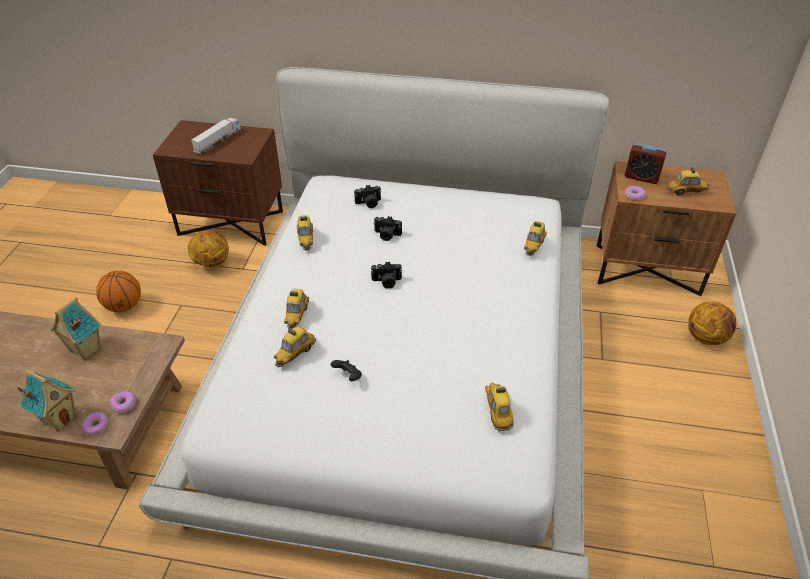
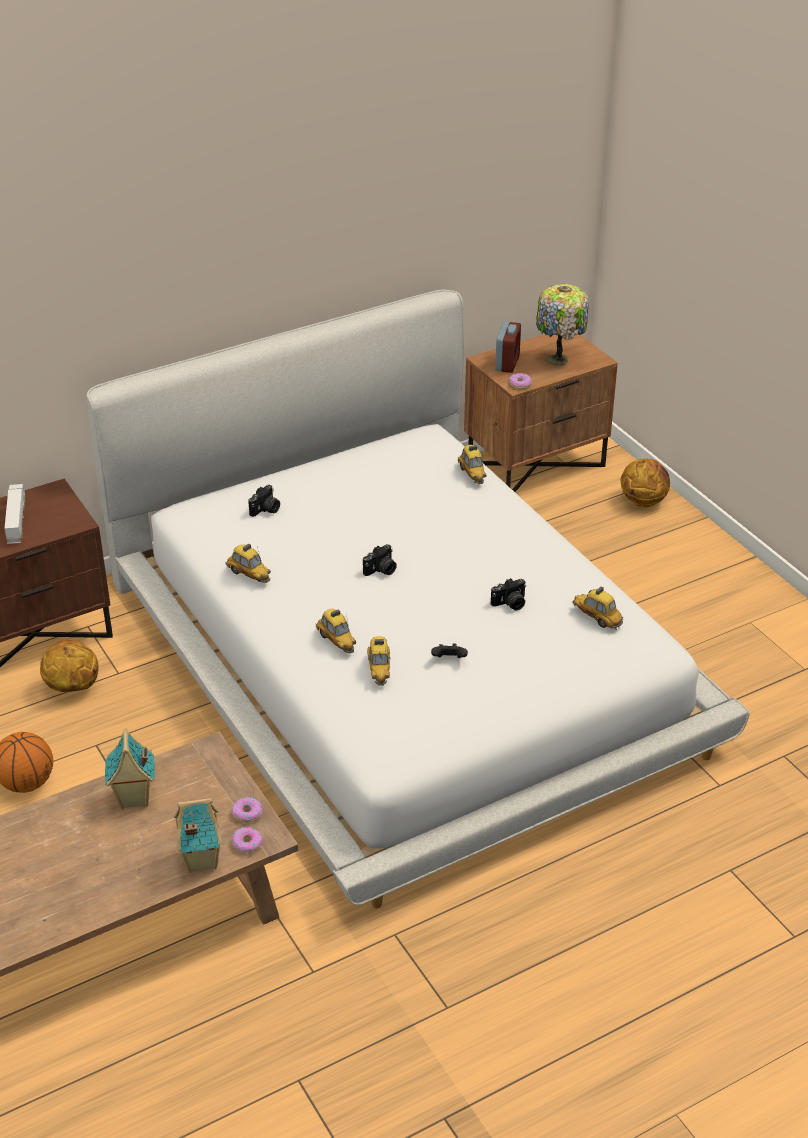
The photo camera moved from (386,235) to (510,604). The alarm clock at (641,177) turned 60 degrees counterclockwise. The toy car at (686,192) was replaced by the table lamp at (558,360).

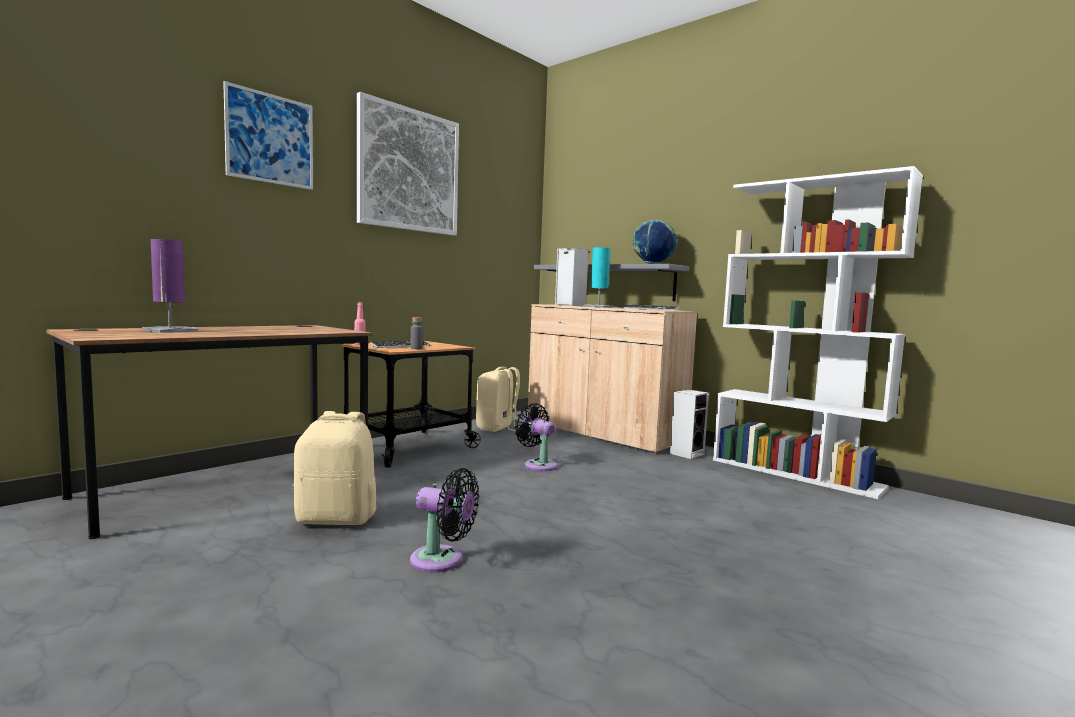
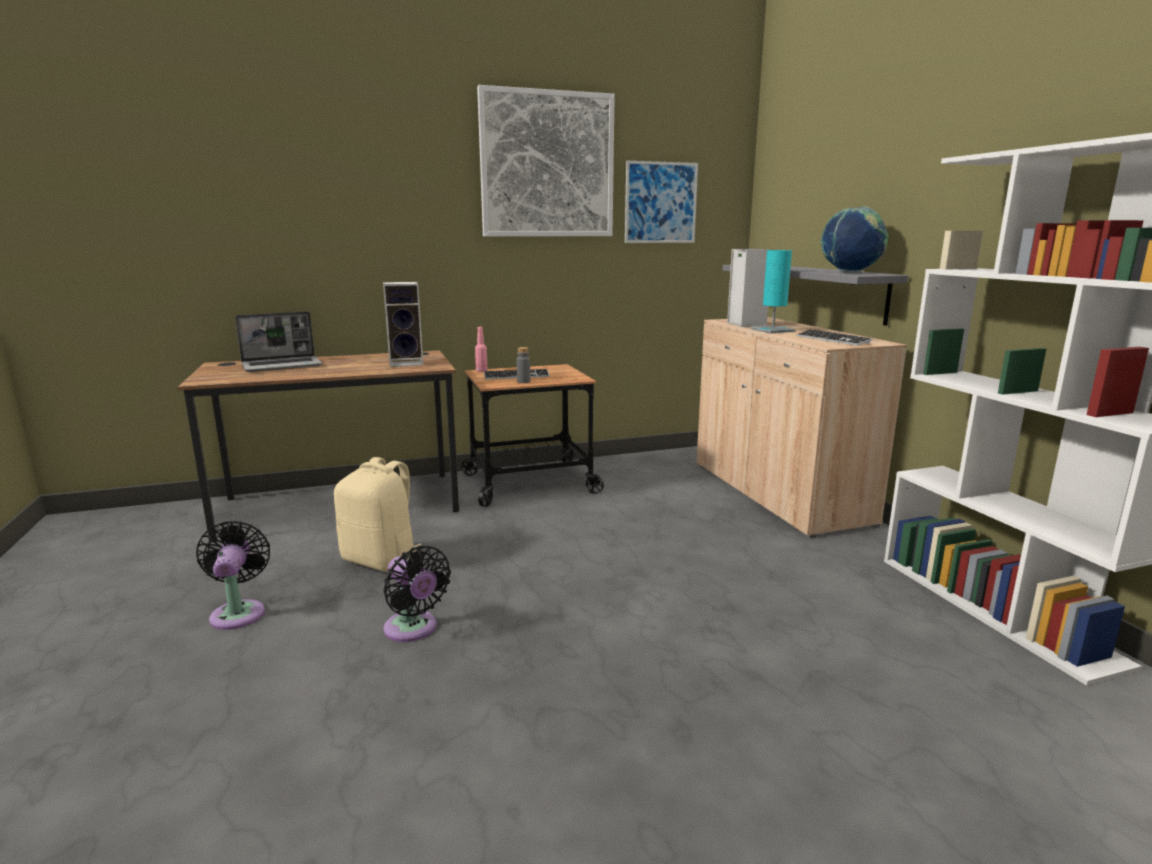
The black fan moved from (538,465) to (239,612). The purple table lamp at (170,330) was replaced by the laptop at (283,365). The speaker moved from (687,453) to (407,363). The picture moved from (270,139) to (661,203). The beige backpack at (497,428) disappeared.

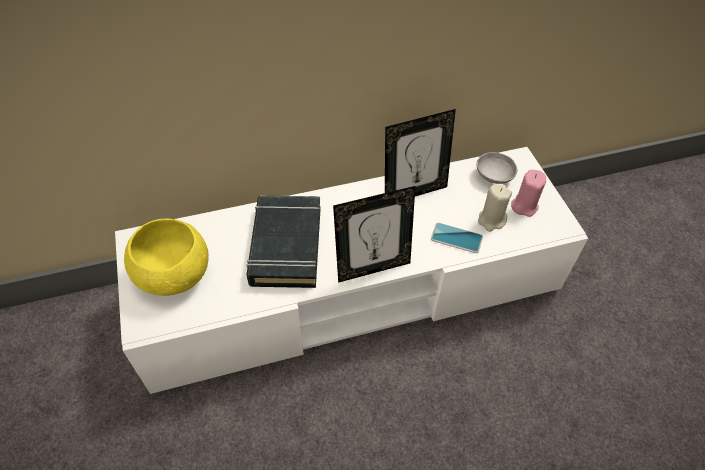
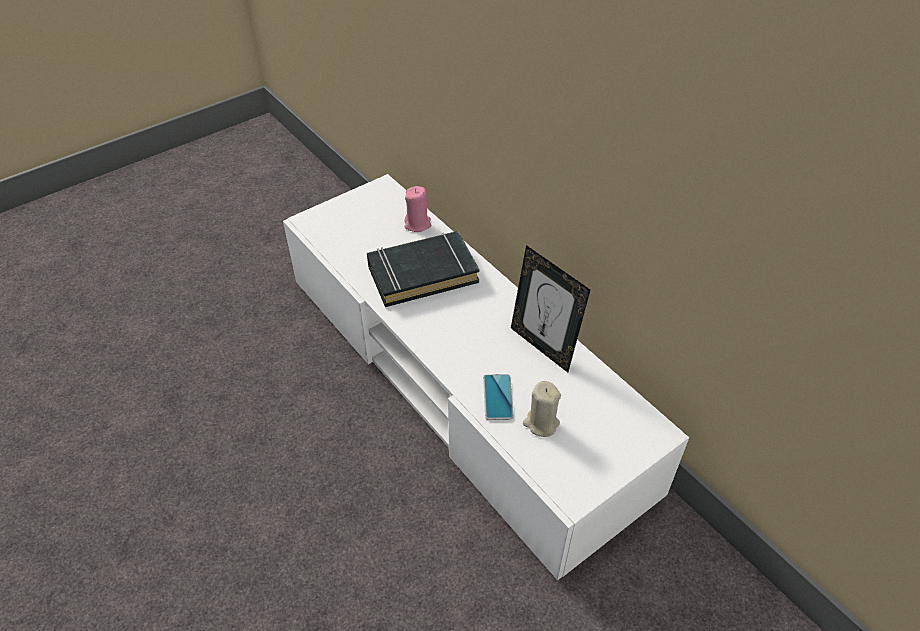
The pink candle moved from (524,206) to (417,224). The yellow bowl at (174,273) disappeared. The picture frame at (372,267) disappeared. The grey bowl at (494,176) disappeared.

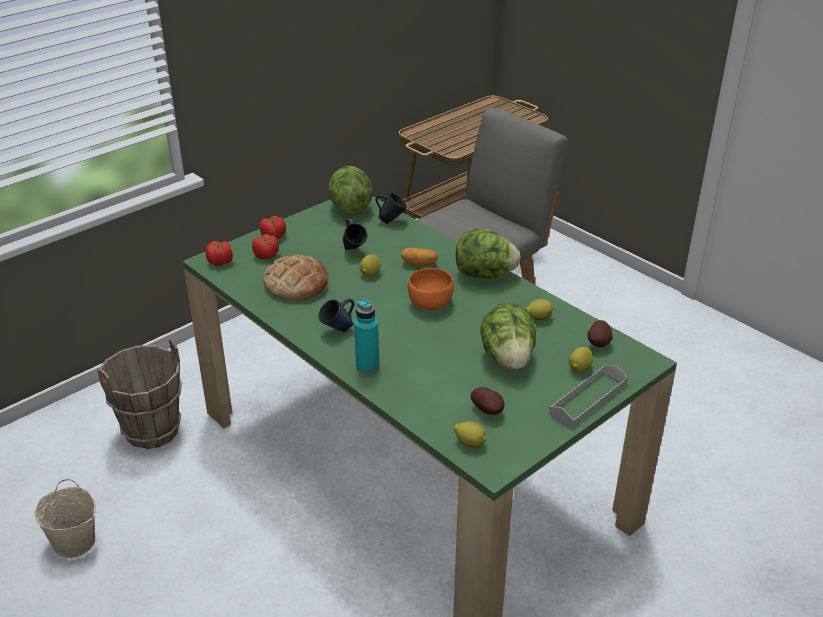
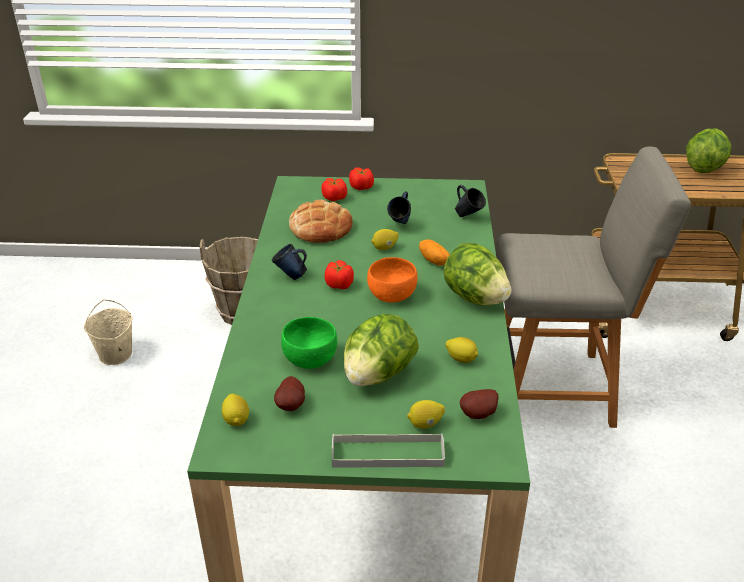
The green bowl at (309,358) appeared. The tomato moved from (220,262) to (339,285). The lettuce moved from (349,208) to (703,168). The turquoise bottle at (367,367) disappeared.

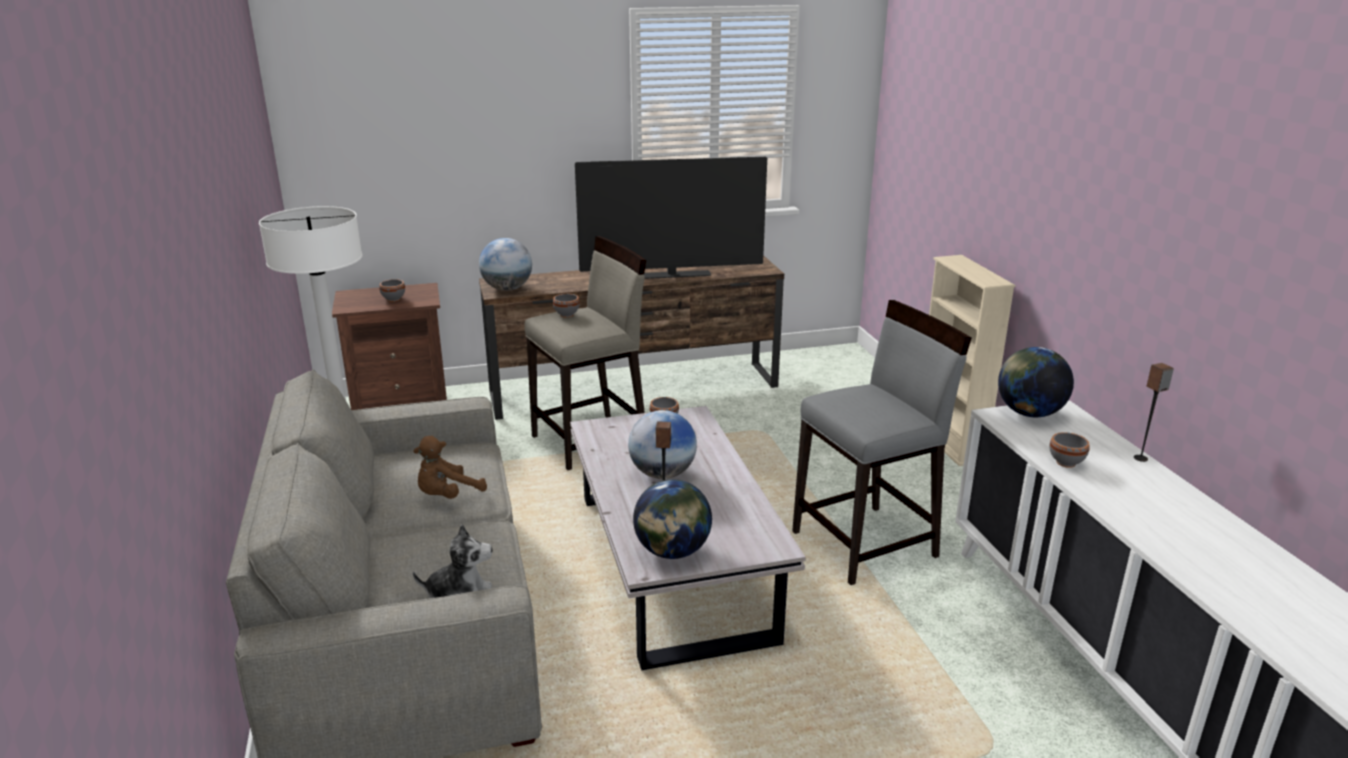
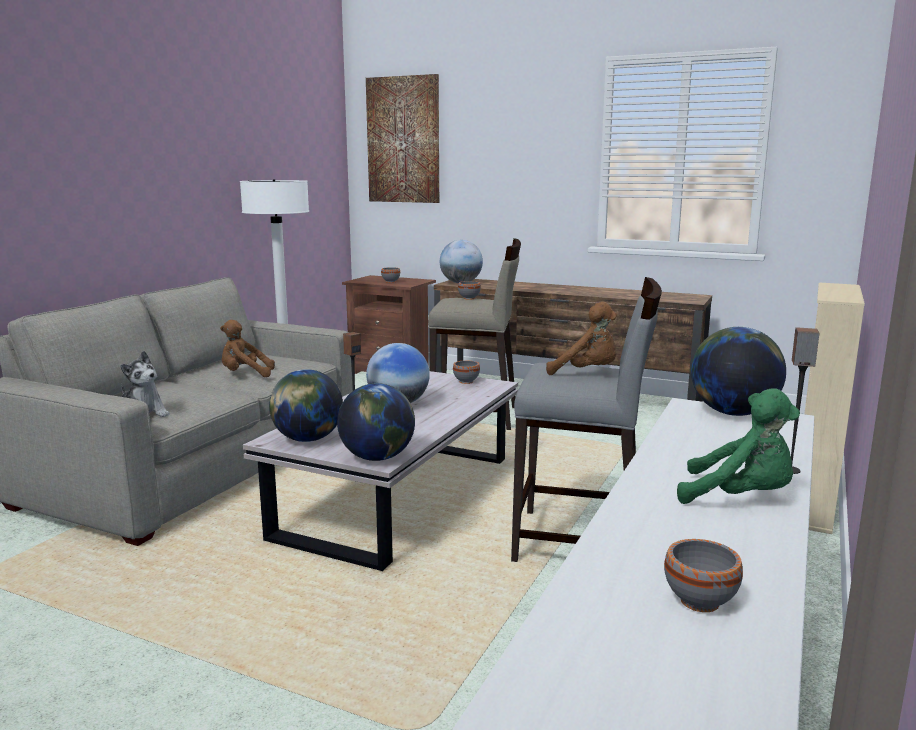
The globe at (377,457) appeared. The picture at (403,140) appeared. The brown plush toy at (586,373) appeared. The grey bowl moved from (1064,462) to (697,600). The green plush toy at (739,498) appeared. The television at (671,275) disappeared.

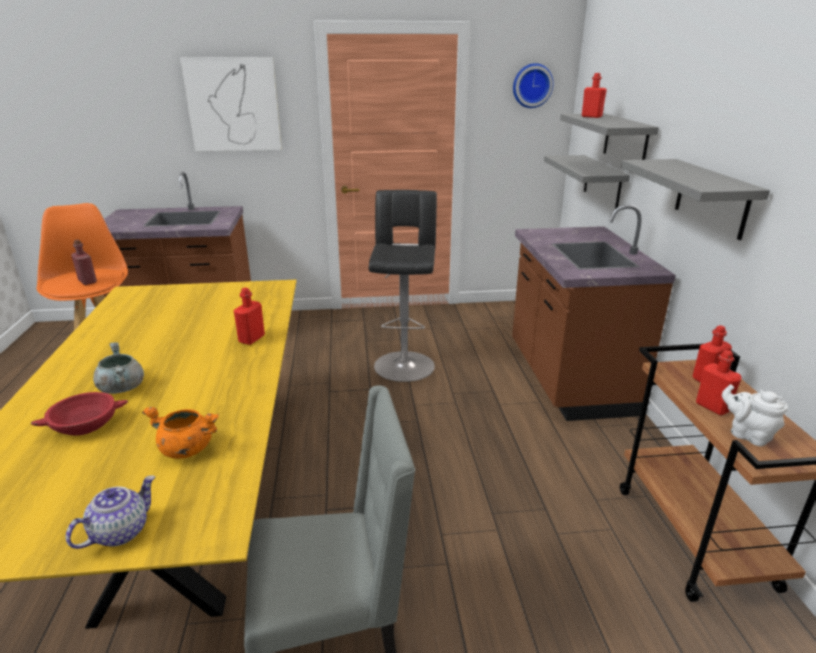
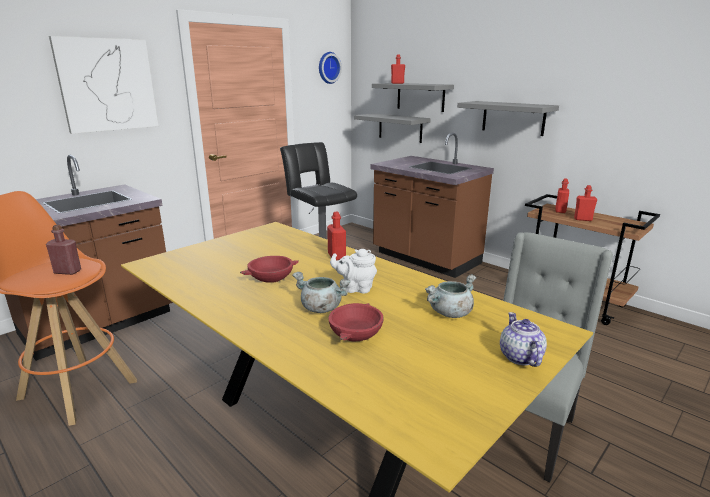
The red bowl at (271,277) appeared. The white teapot moved from (747,434) to (355,288). The orange cooking pot at (186,449) became the grey cooking pot at (450,313).

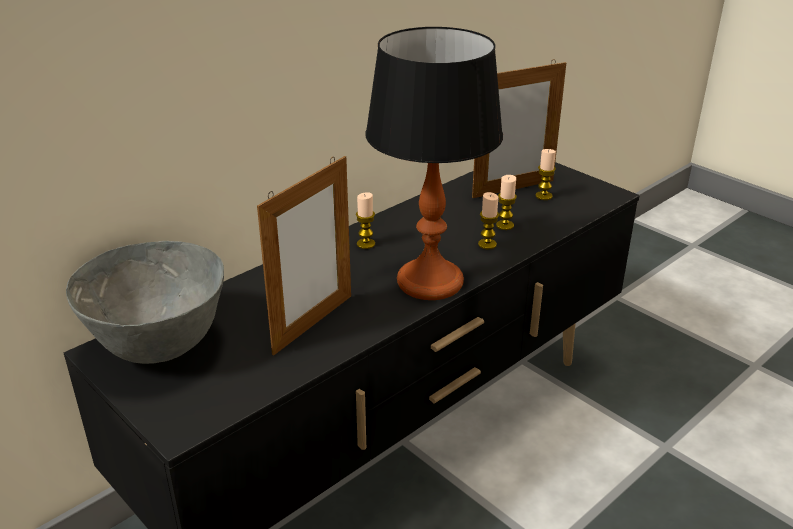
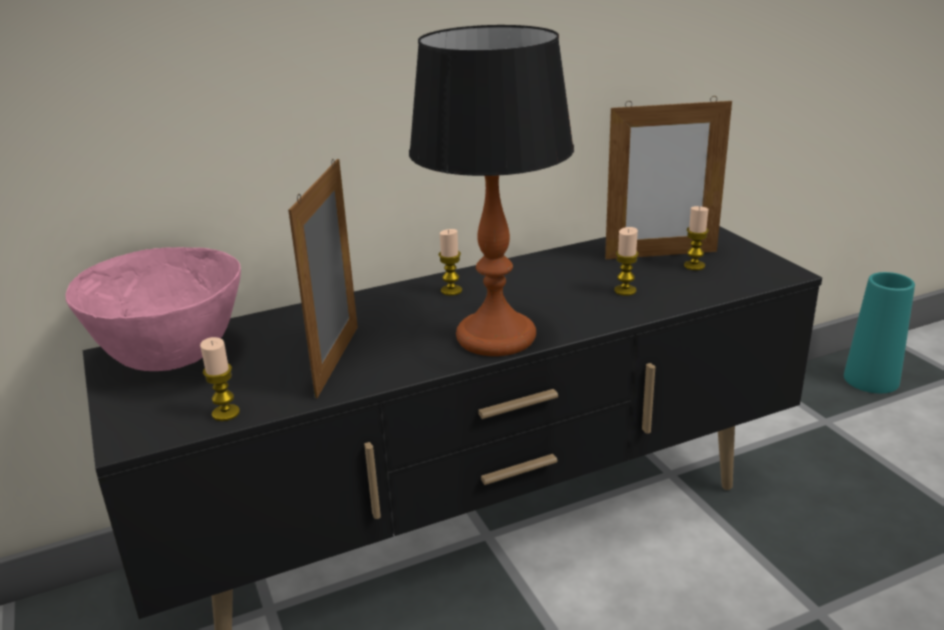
The grey bowl at (159,346) became the pink bowl at (171,358). The candle moved from (487,244) to (226,413). The picture frame at (313,324) turned 135 degrees clockwise. The turquoise vase at (871,379) appeared.

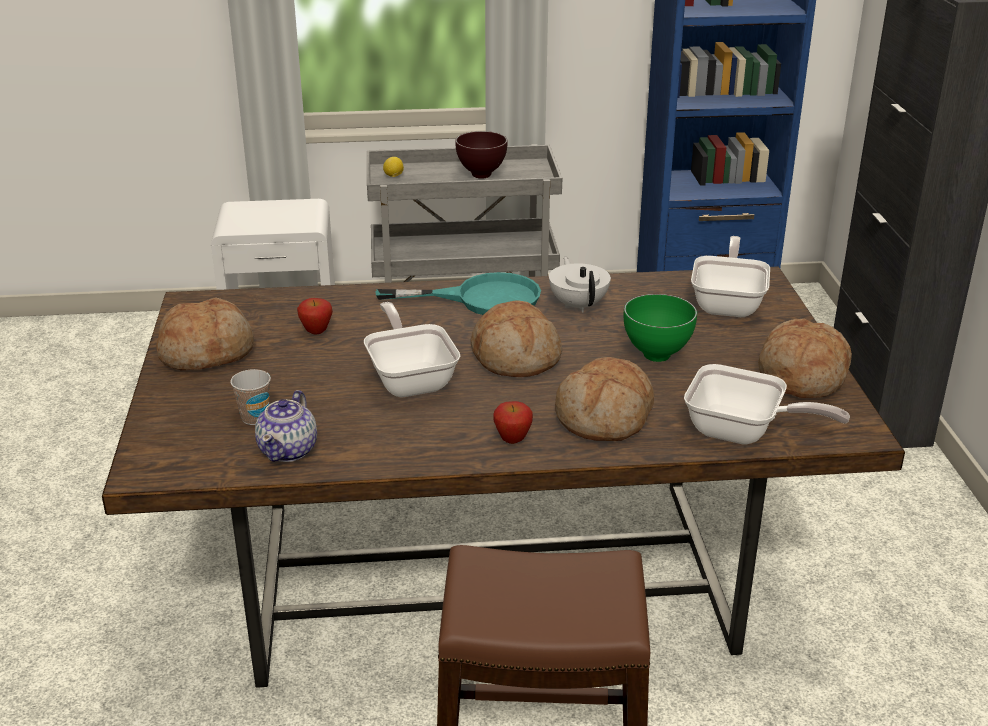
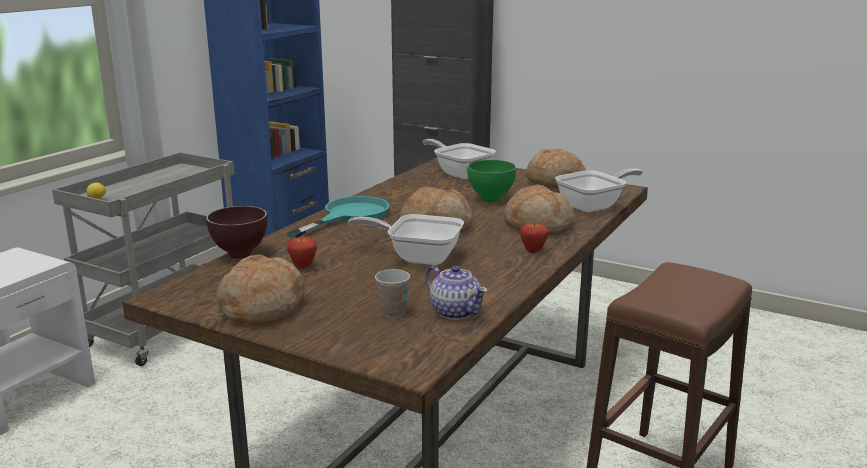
The brown bowl moved from (482,175) to (240,254). The white teapot at (578,305) disappeared.

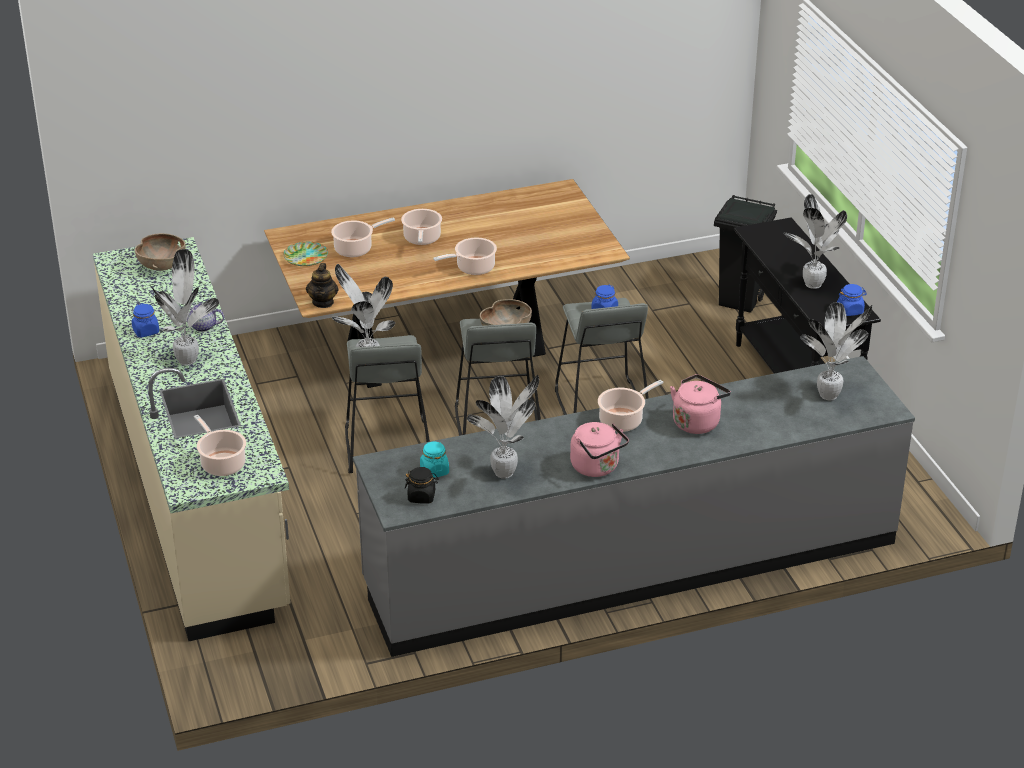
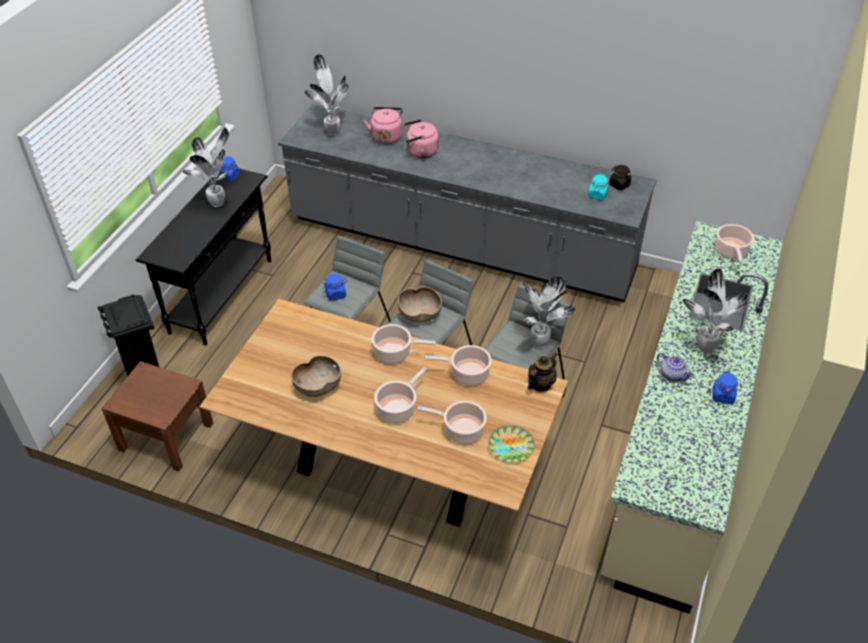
The brown nightstand at (166,436) appeared. The brown bowl moved from (161,265) to (318,387). The pink kettle moved from (597,468) to (386,136). The cooking pot moved from (623,420) to (467,374). The potted plant at (506,473) disappeared.

